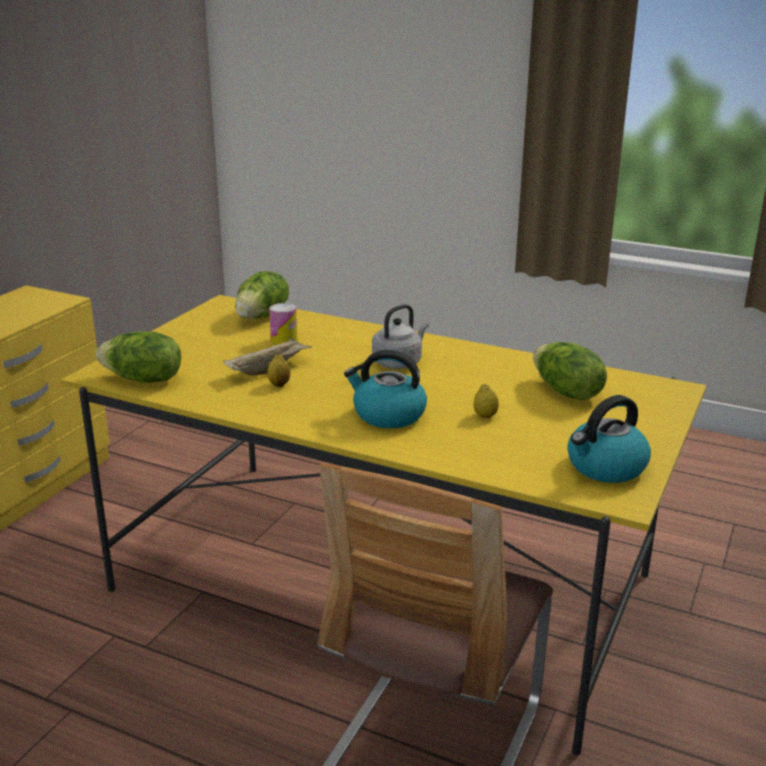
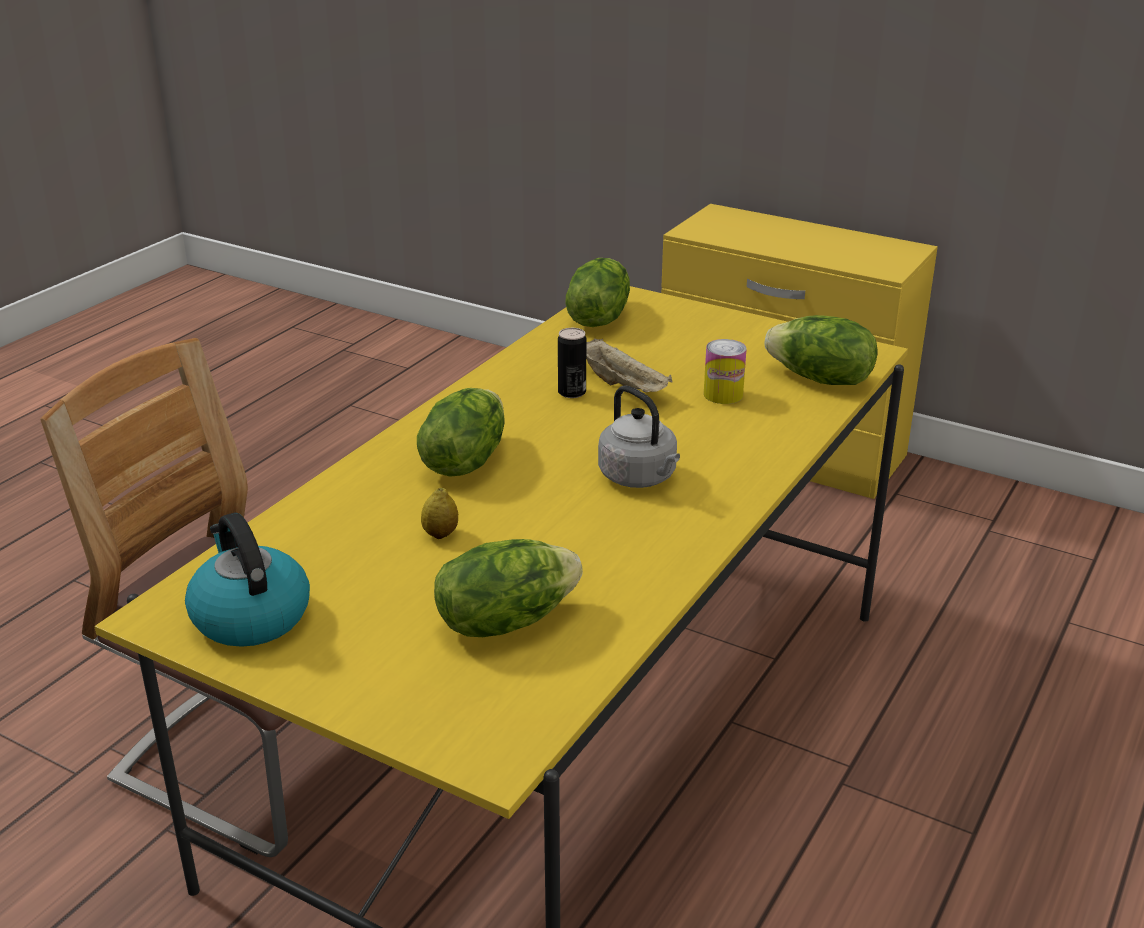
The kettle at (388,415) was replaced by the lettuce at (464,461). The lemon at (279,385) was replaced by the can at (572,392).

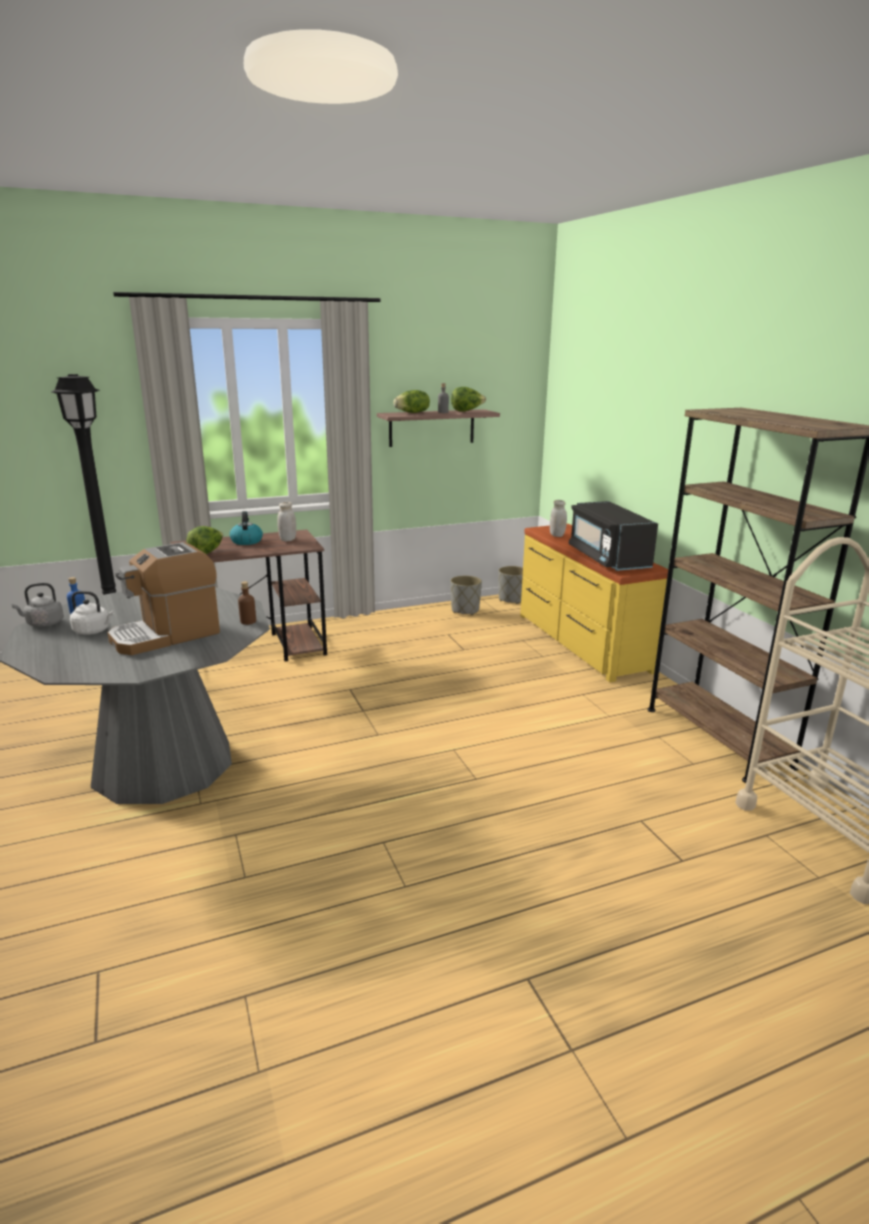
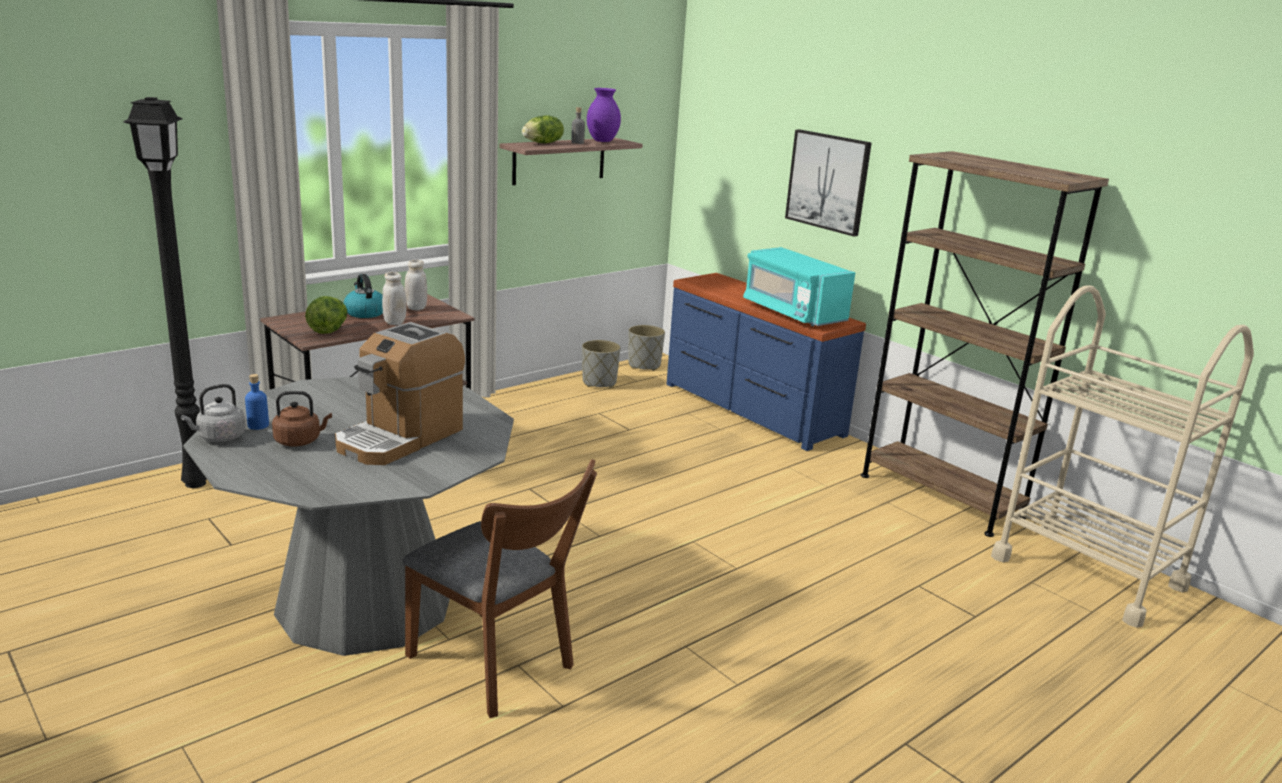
The white kettle at (94,631) became the brown kettle at (300,441). The white jar moved from (557,535) to (394,322). The brown chair at (498,667) appeared. The lettuce at (466,411) was replaced by the purple vase at (602,141). The yellow dresser at (580,642) became the blue dresser at (751,409). The black microwave at (607,558) became the turquoise microwave at (792,312). The picture at (828,181) appeared. The brown bottle at (248,621) disappeared.

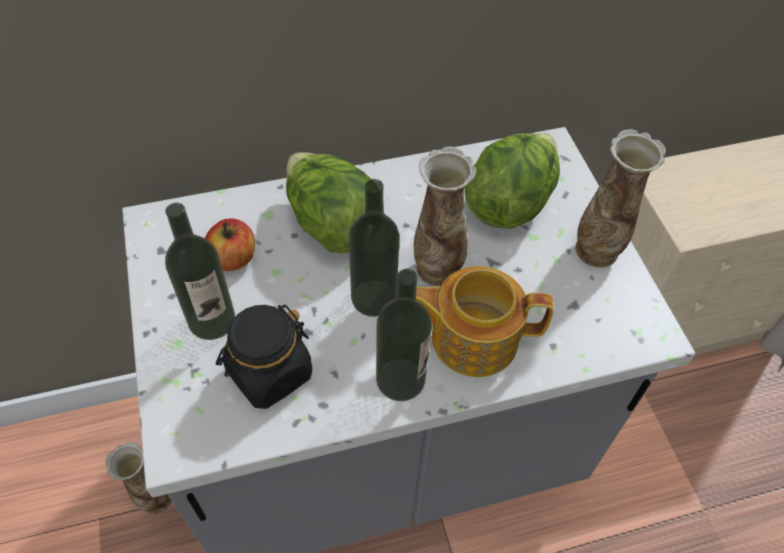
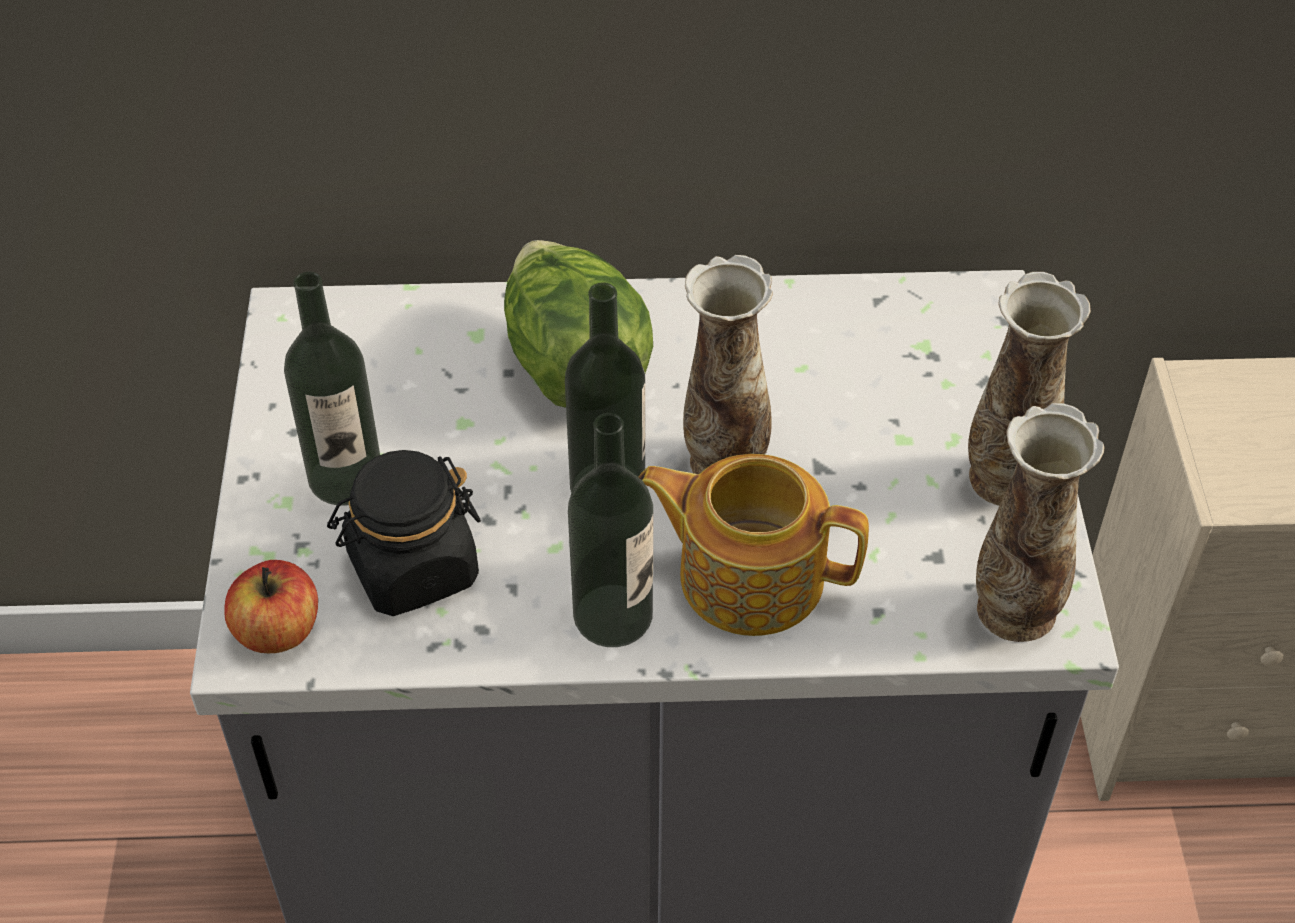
The apple moved from (233,258) to (278,631). The vase moved from (155,499) to (1013,611). The lettuce at (509,203) disappeared.

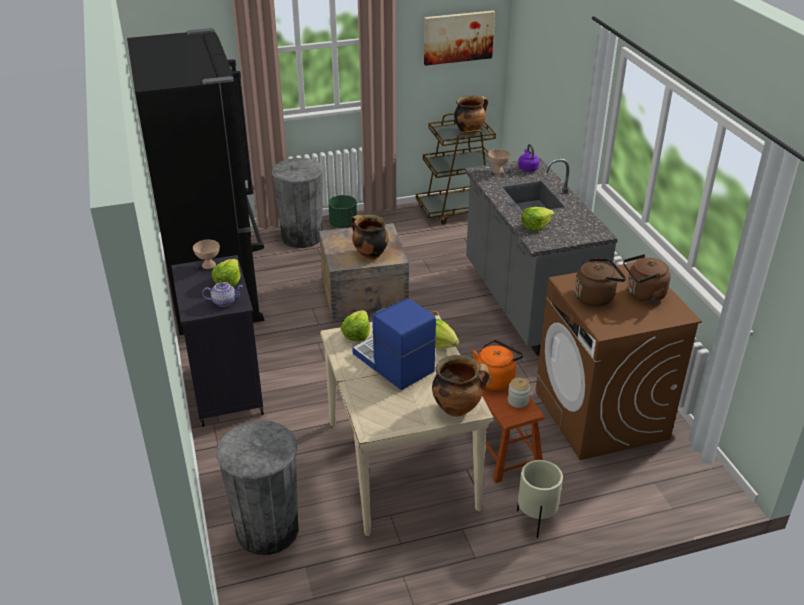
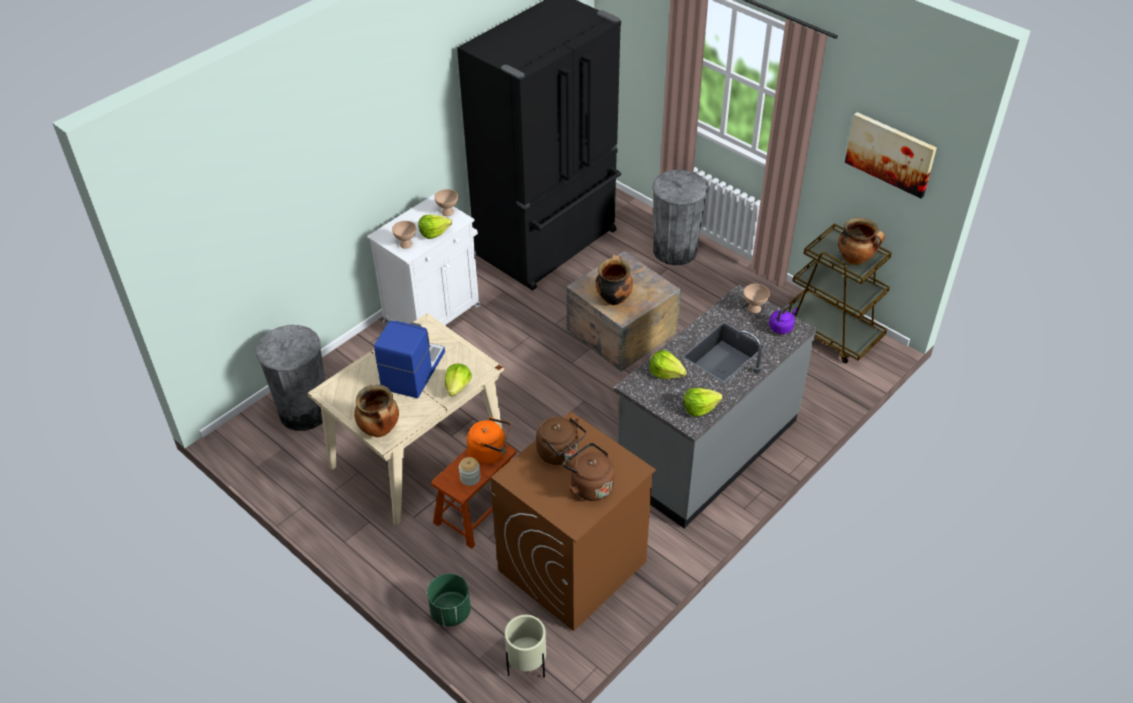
The black cabinet at (226,389) became the white cabinet at (433,314). The teapot at (224,302) was replaced by the beige bowl at (406,244). The green planter moved from (343,224) to (451,612). The beige planter moved from (536,521) to (526,666). The lettuce moved from (356,334) to (699,408).

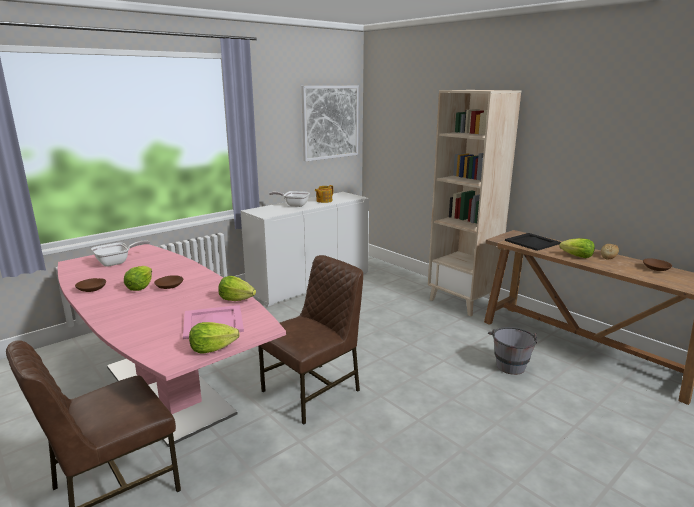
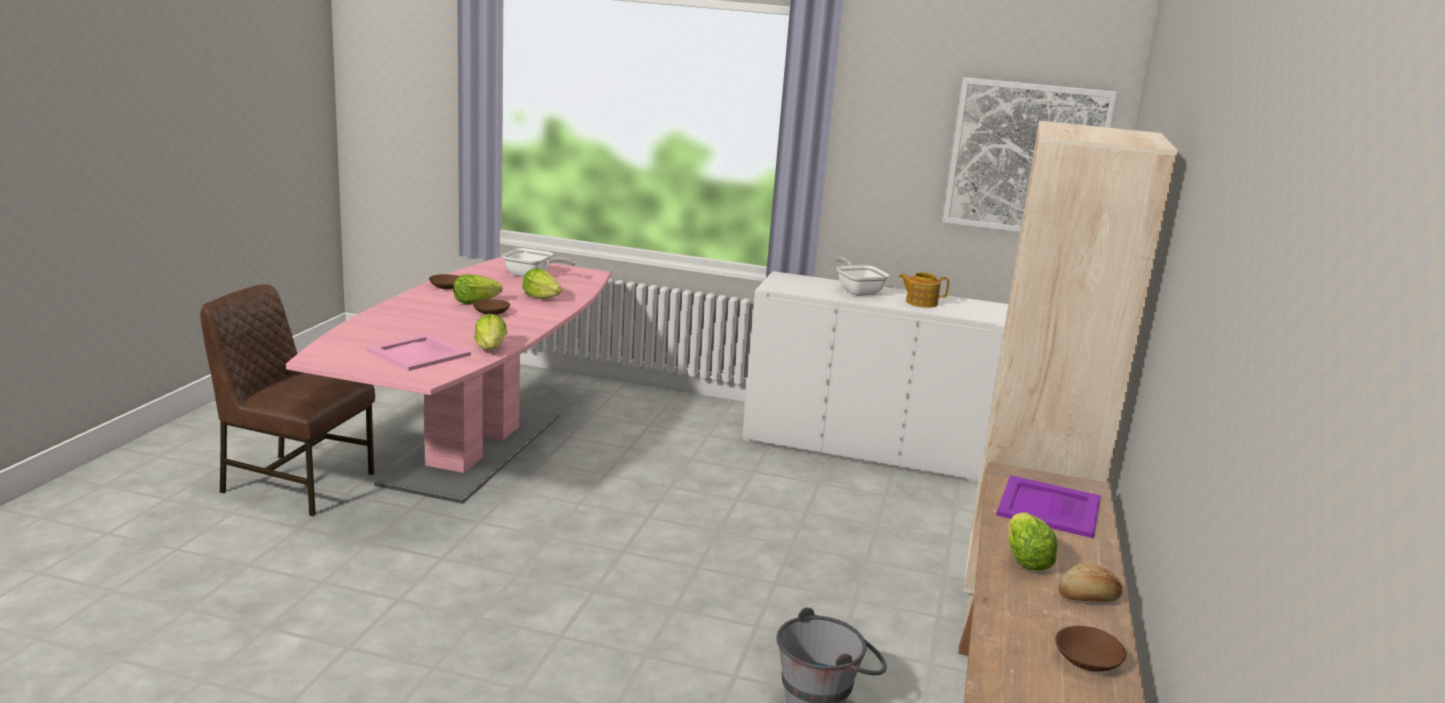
The lettuce moved from (212,349) to (541,298). The black tray at (532,242) became the purple tray at (1050,507). The brown chair at (313,391) disappeared.

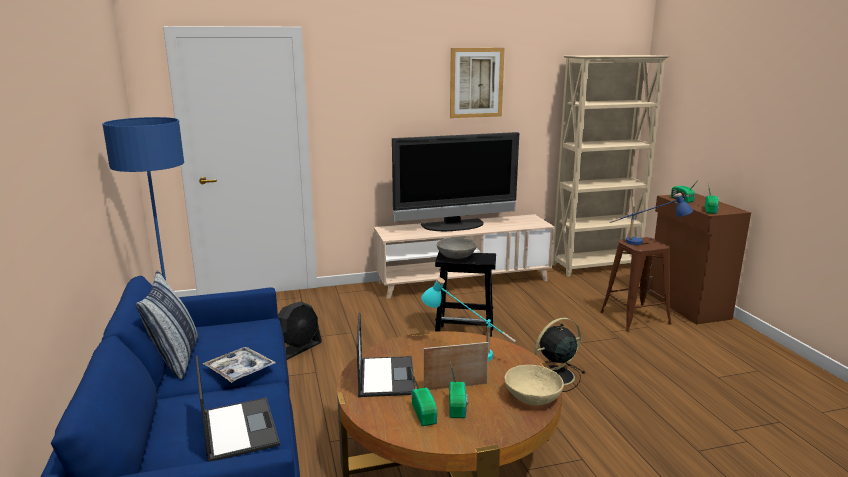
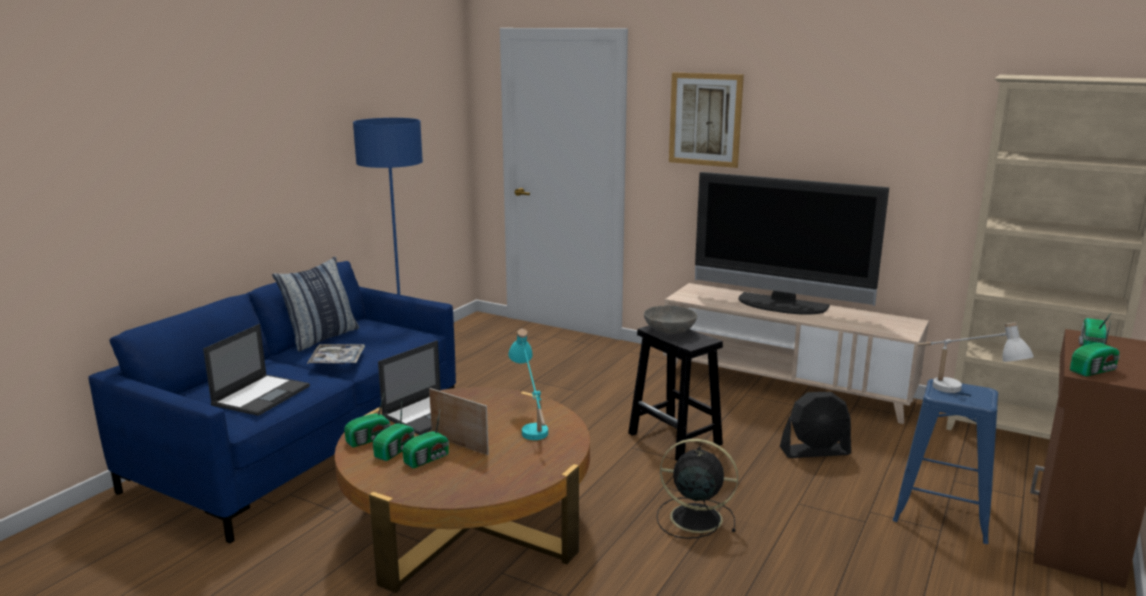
The radio at (370,439) appeared. The picture moved from (476,83) to (705,119). The black fan moved from (297,349) to (815,451). The brown stool at (635,318) became the blue stool at (943,513). The blue table lamp at (646,243) became the white table lamp at (963,395). The beige bowl at (533,397) disappeared.

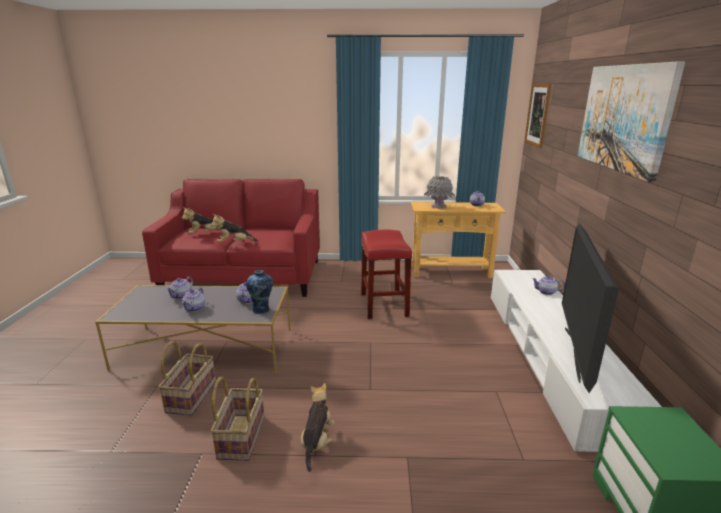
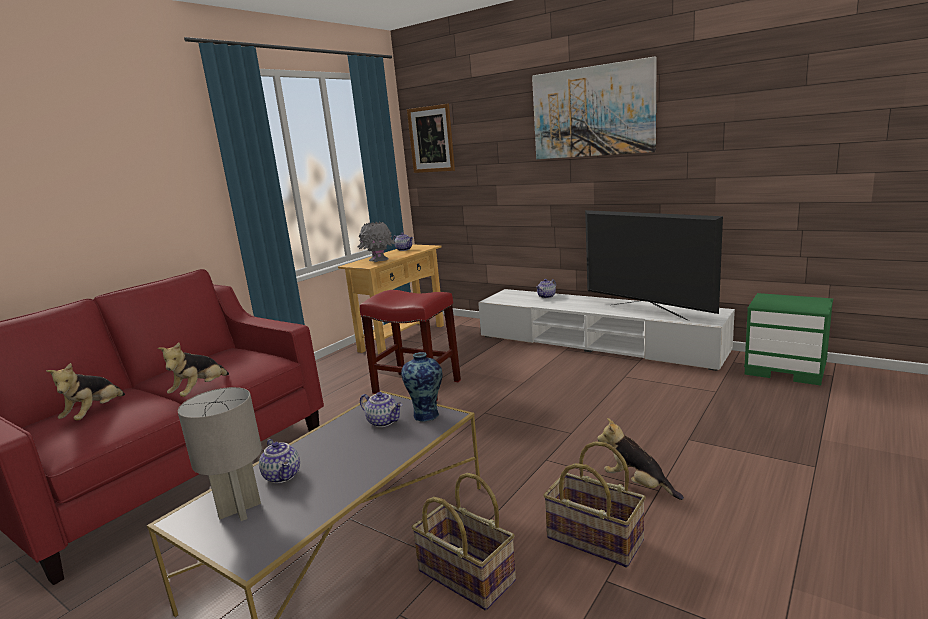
The grey table lamp at (240,509) appeared. The teapot at (195,308) disappeared.

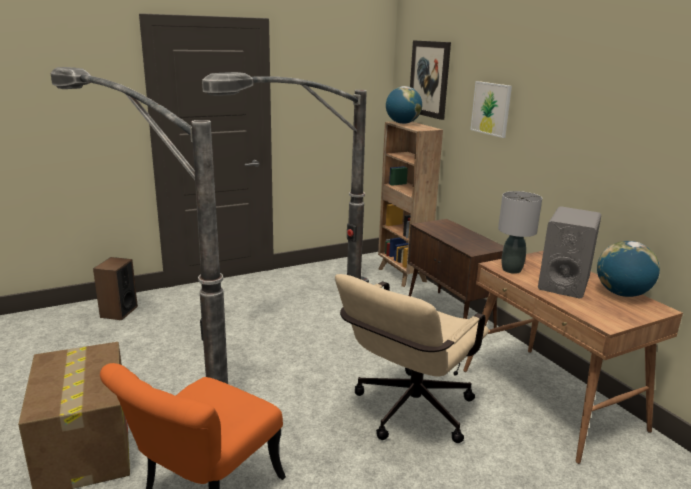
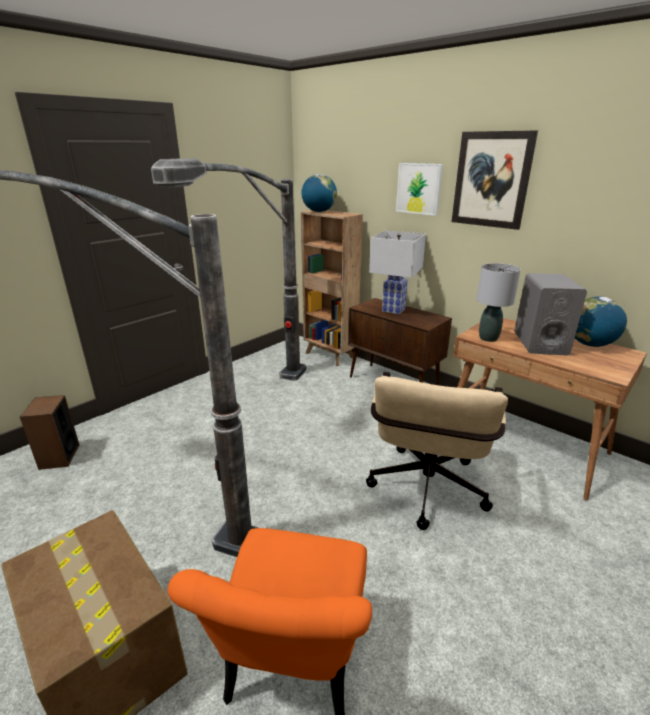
The white table lamp at (393,310) appeared. The picture moved from (429,79) to (491,180).

